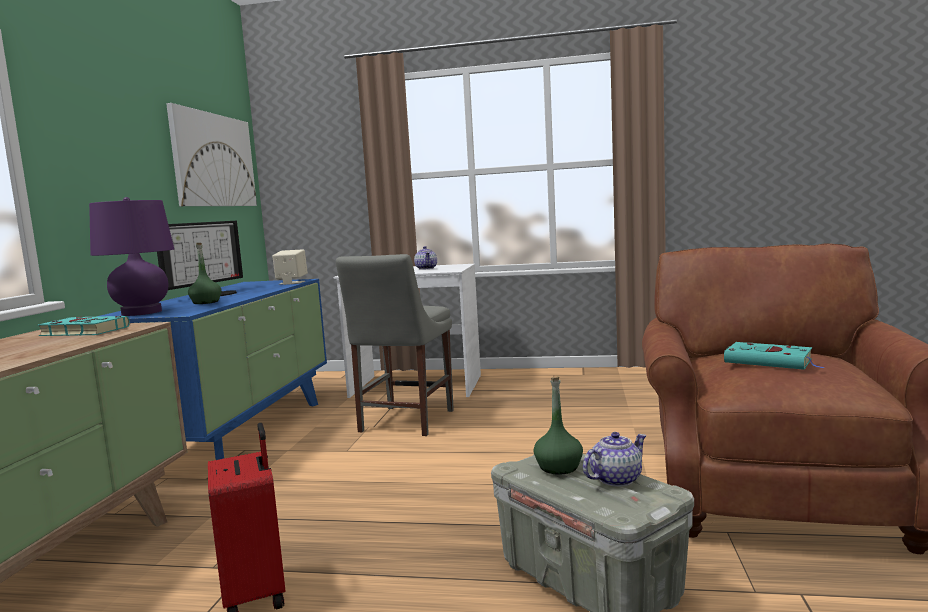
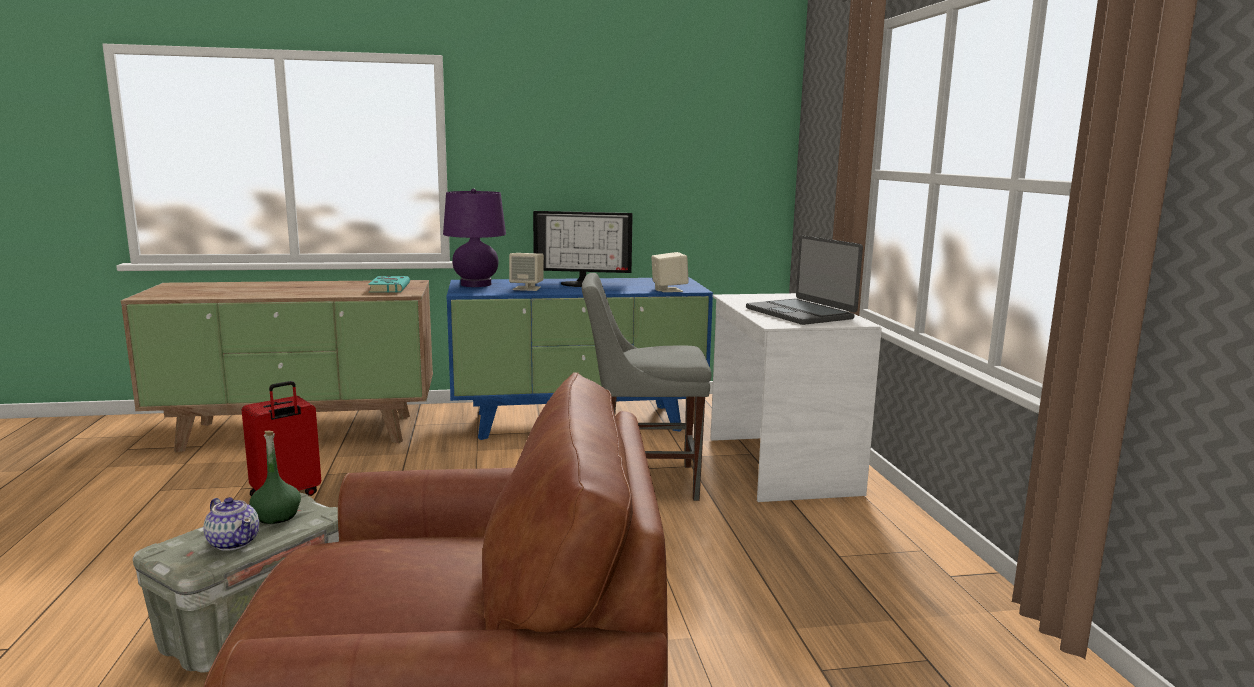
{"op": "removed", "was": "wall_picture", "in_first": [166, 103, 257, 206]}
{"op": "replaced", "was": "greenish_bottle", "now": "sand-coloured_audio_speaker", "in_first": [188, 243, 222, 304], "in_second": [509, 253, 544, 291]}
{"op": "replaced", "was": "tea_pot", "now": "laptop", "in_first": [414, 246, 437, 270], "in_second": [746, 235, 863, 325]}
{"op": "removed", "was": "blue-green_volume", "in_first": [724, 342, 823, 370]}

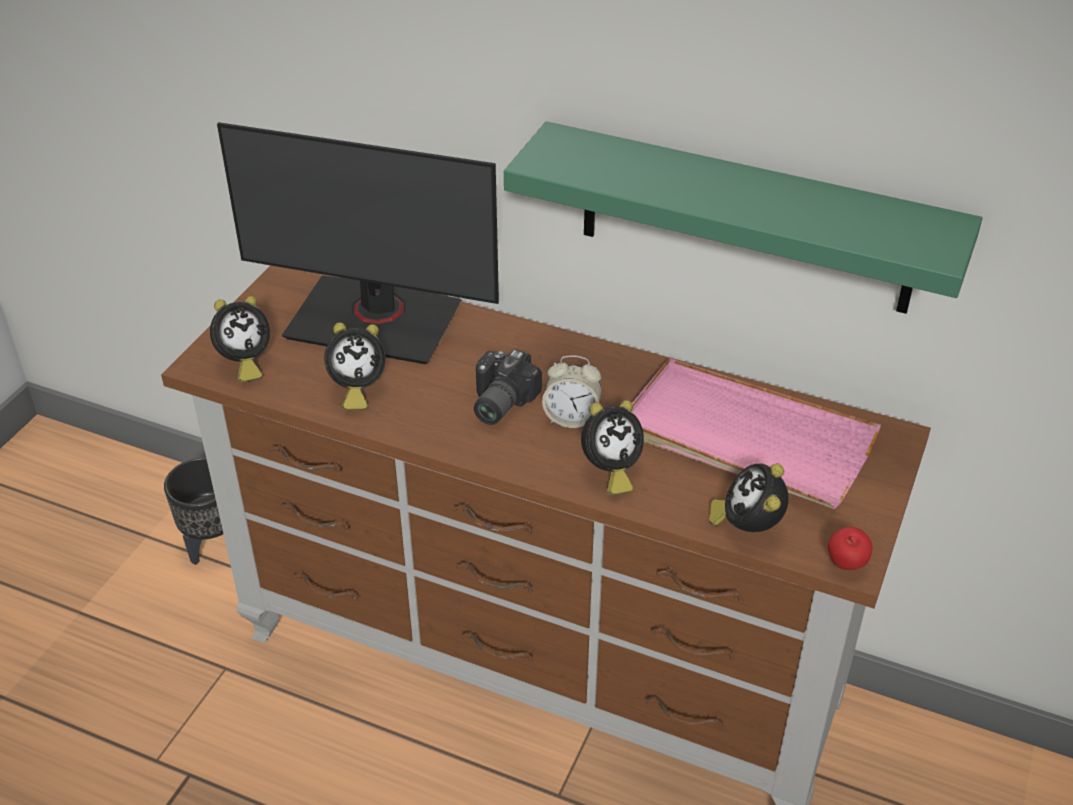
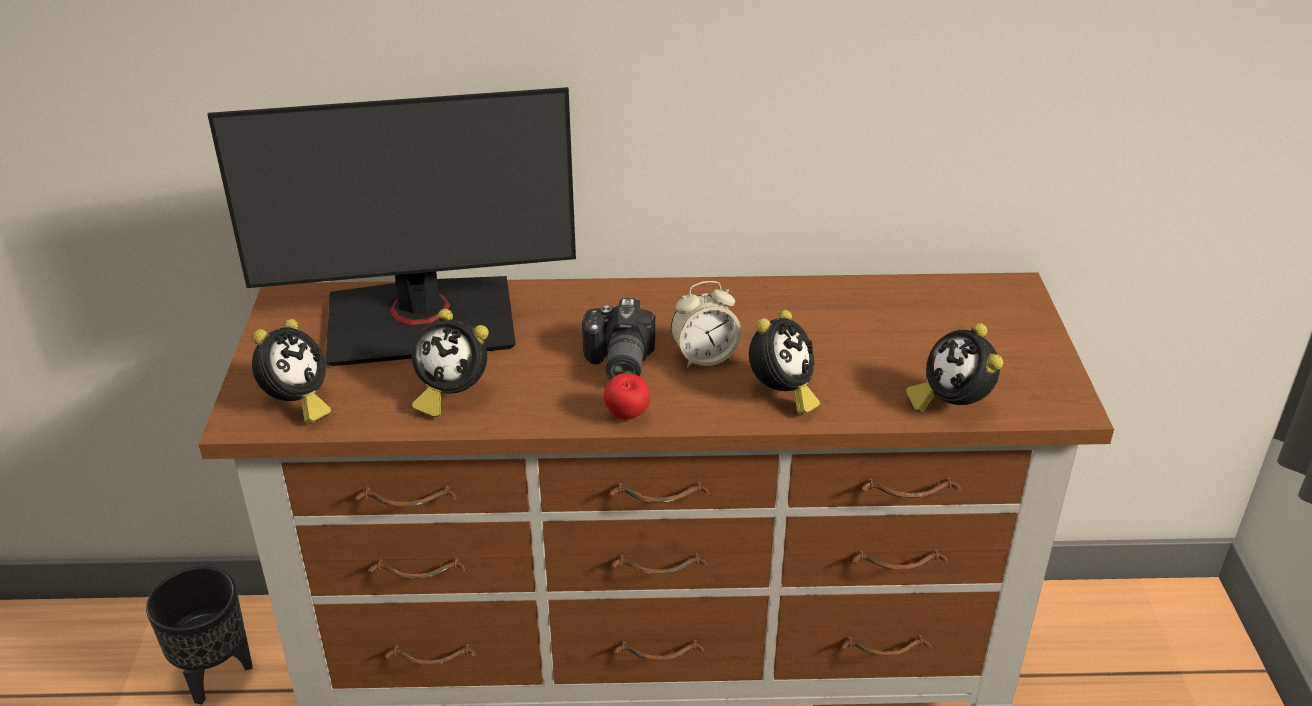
{"op": "removed", "was": "greenish_shelf", "in_first": [504, 121, 982, 314]}
{"op": "turned", "was": "alarm_clock", "in_first": [324, 322, 386, 410], "in_second": [412, 309, 489, 417], "clockwise": 60}
{"op": "removed", "was": "pinkish_carrying_tray", "in_first": [631, 358, 881, 509]}
{"op": "moved", "was": "apple", "in_first": [828, 527, 872, 570], "in_second": [604, 373, 650, 420]}

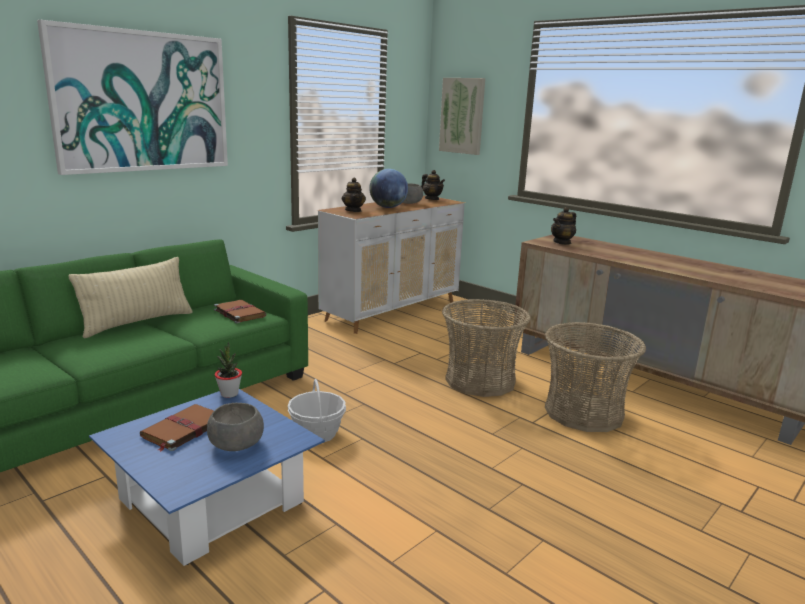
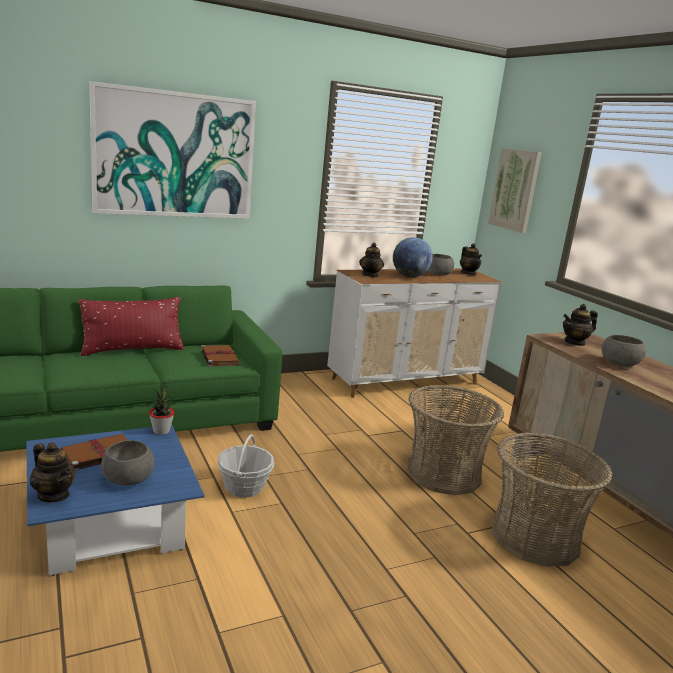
{"op": "recoloured", "was": "sand-coloured_cushion", "now": "red_cushion", "in_first": [69, 257, 193, 338], "in_second": [78, 297, 184, 356]}
{"op": "added", "now": "gray_bowl", "in_second": [602, 335, 646, 367]}
{"op": "added", "now": "tea_pot", "in_second": [30, 443, 75, 502]}

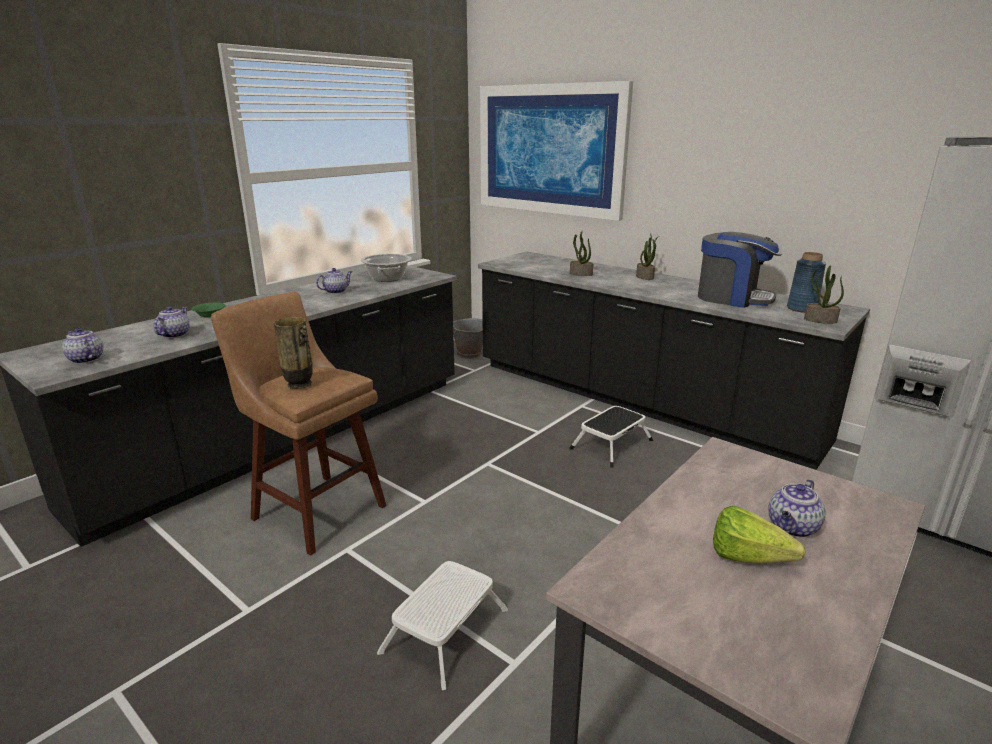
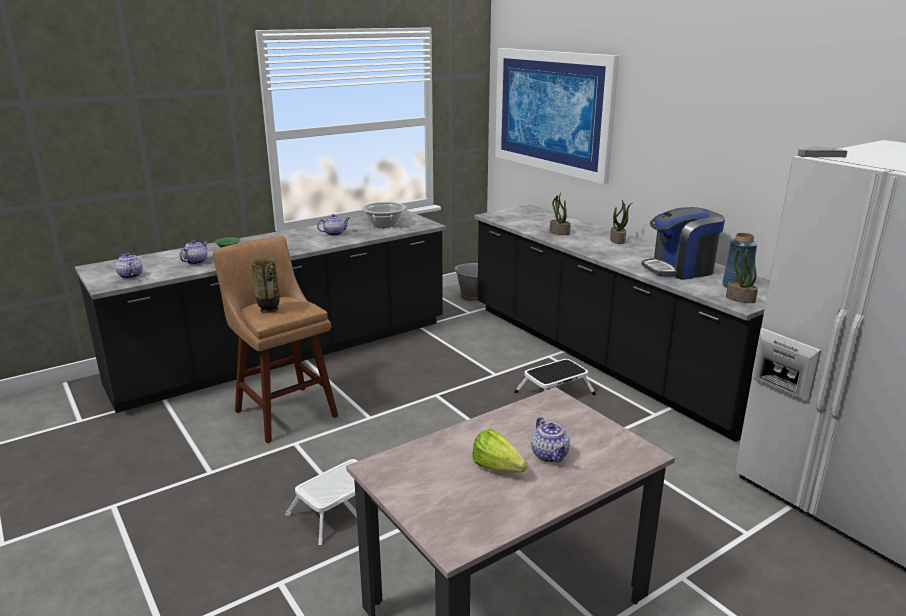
{"op": "turned", "was": "coffee_machine", "in_first": [698, 232, 782, 308], "in_second": [641, 207, 725, 280], "clockwise": 120}
{"op": "turned", "was": "tea_pot", "in_first": [768, 479, 825, 537], "in_second": [531, 417, 570, 463], "clockwise": -75}

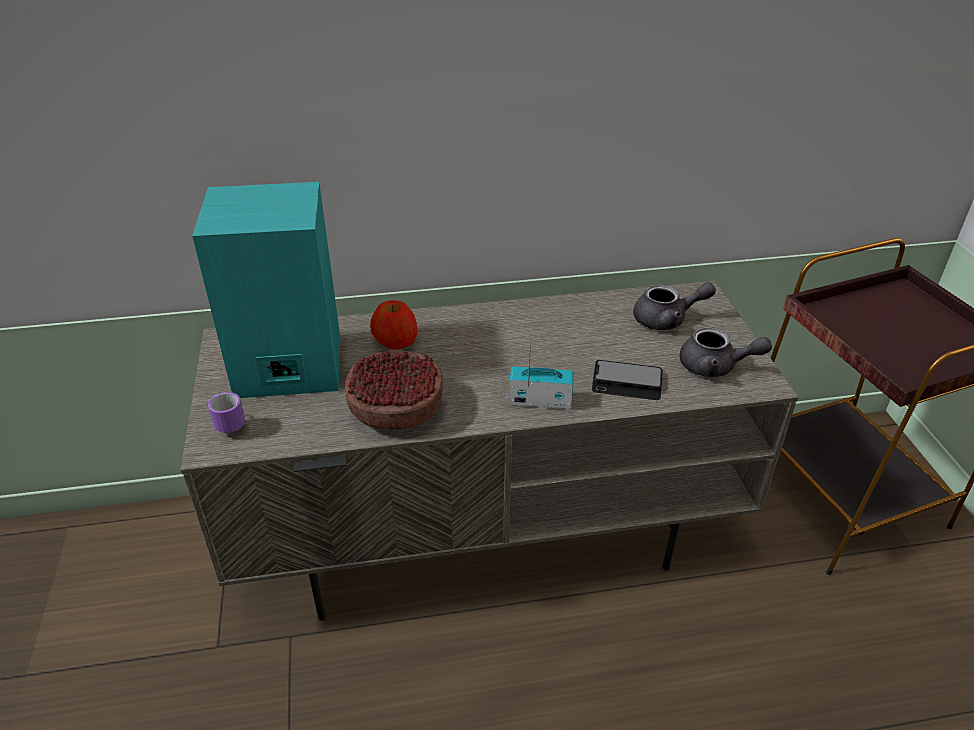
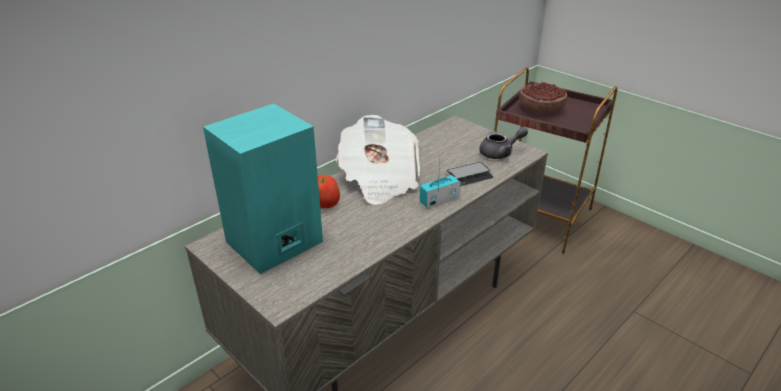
{"op": "removed", "was": "gray_tea_pot", "in_first": [633, 282, 716, 330]}
{"op": "moved", "was": "bowl", "in_first": [345, 351, 443, 430], "in_second": [519, 82, 568, 114]}
{"op": "removed", "was": "coffee_mug", "in_first": [207, 392, 245, 433]}
{"op": "added", "now": "printed_paper", "in_second": [336, 115, 420, 205]}

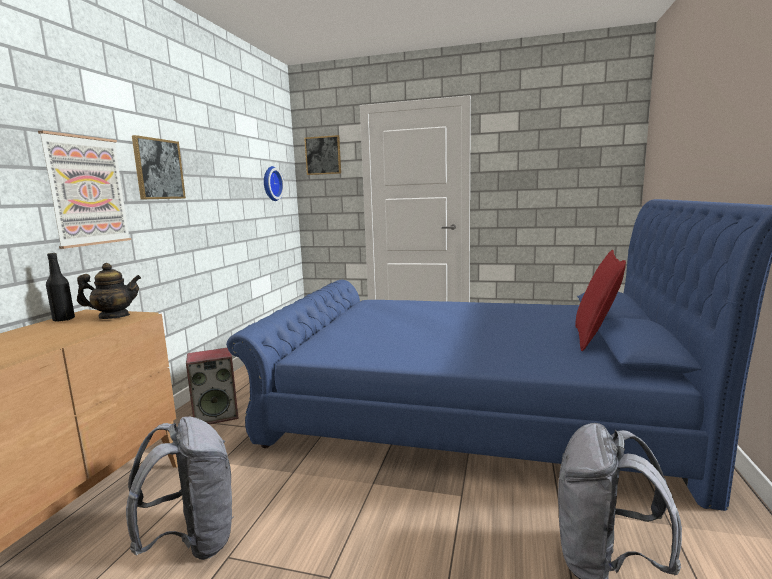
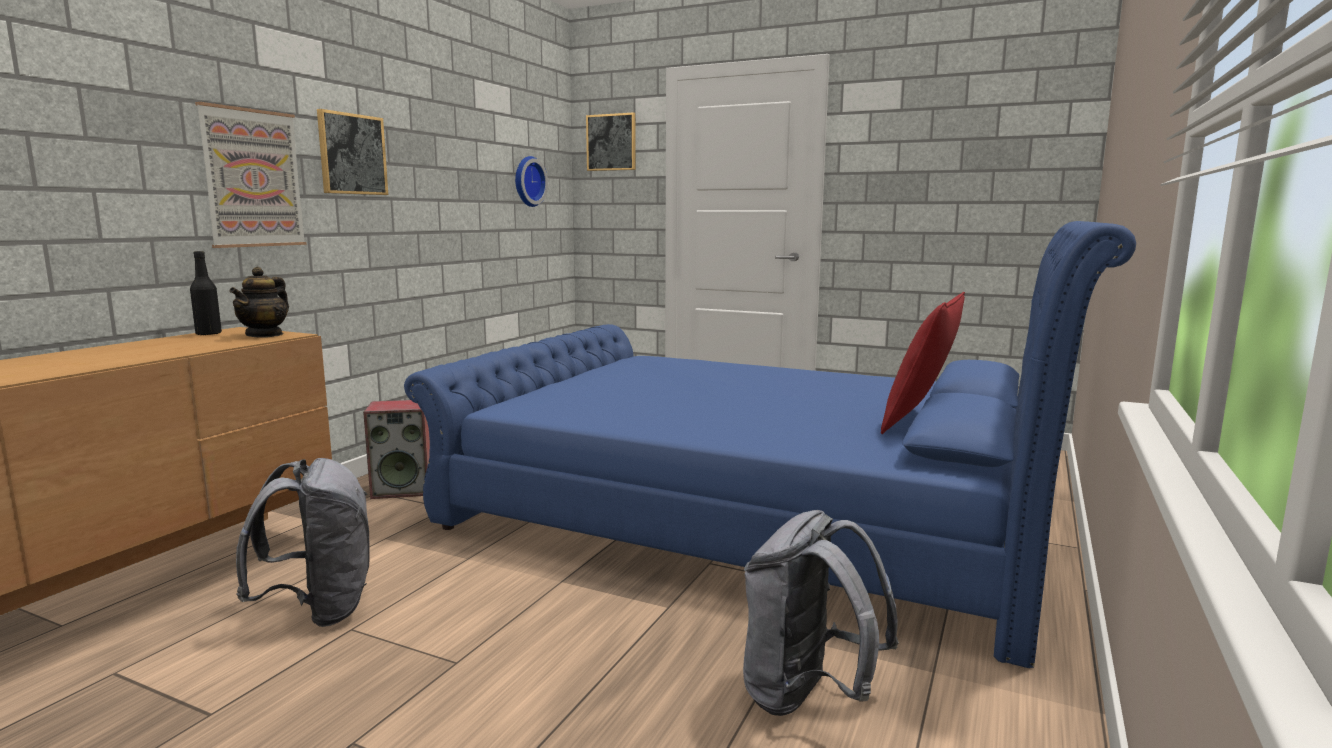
{"op": "turned", "was": "tea_pot", "in_first": [77, 263, 141, 319], "in_second": [230, 267, 289, 337], "clockwise": 105}

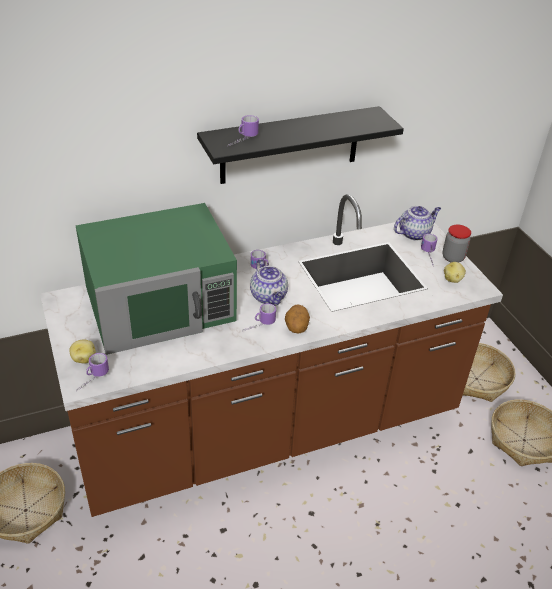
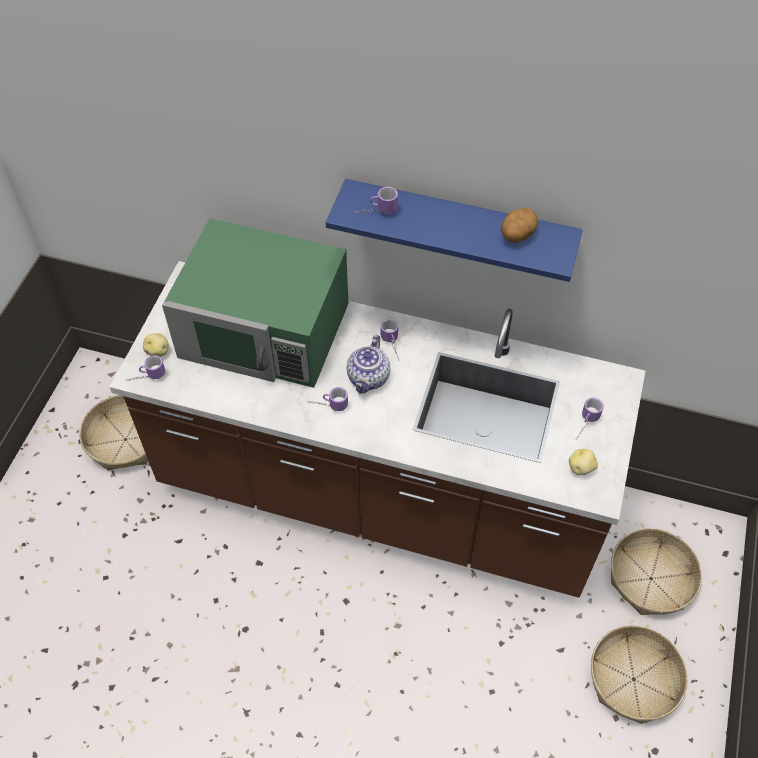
{"op": "recoloured", "was": "black_shelf", "now": "bluish_shelf", "in_first": [197, 106, 404, 184], "in_second": [326, 179, 583, 282]}
{"op": "removed", "was": "tea_pot", "in_first": [394, 206, 441, 241]}
{"op": "removed", "was": "preserve_jar", "in_first": [442, 225, 471, 263]}
{"op": "moved", "was": "whole_potato", "in_first": [285, 304, 310, 334], "in_second": [501, 208, 538, 243]}

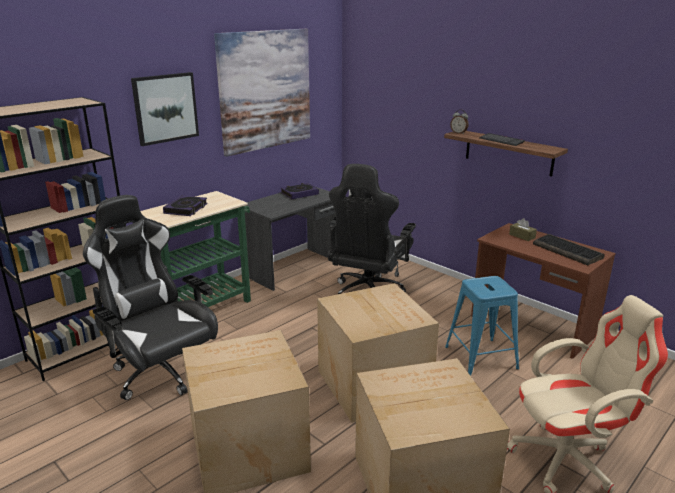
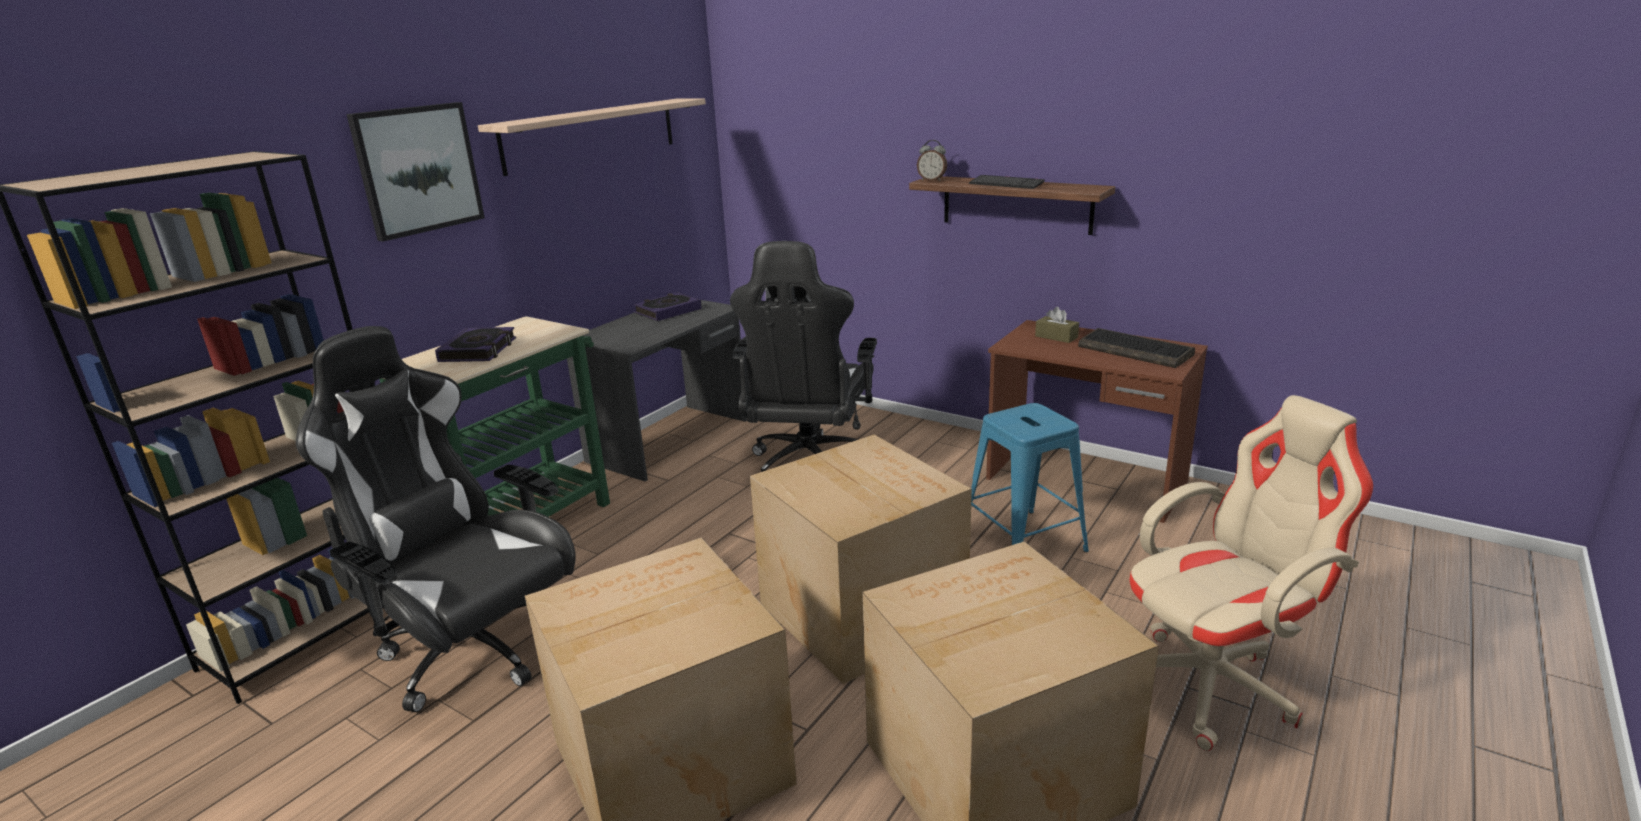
{"op": "replaced", "was": "wall_picture", "now": "shelf", "in_first": [214, 29, 310, 157], "in_second": [478, 98, 706, 176]}

